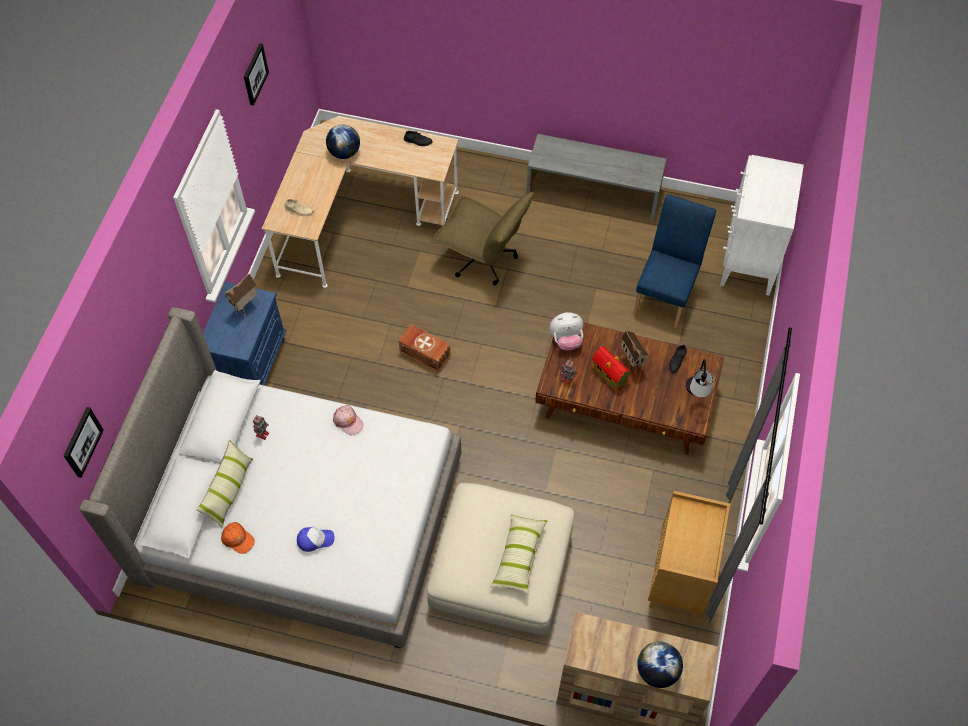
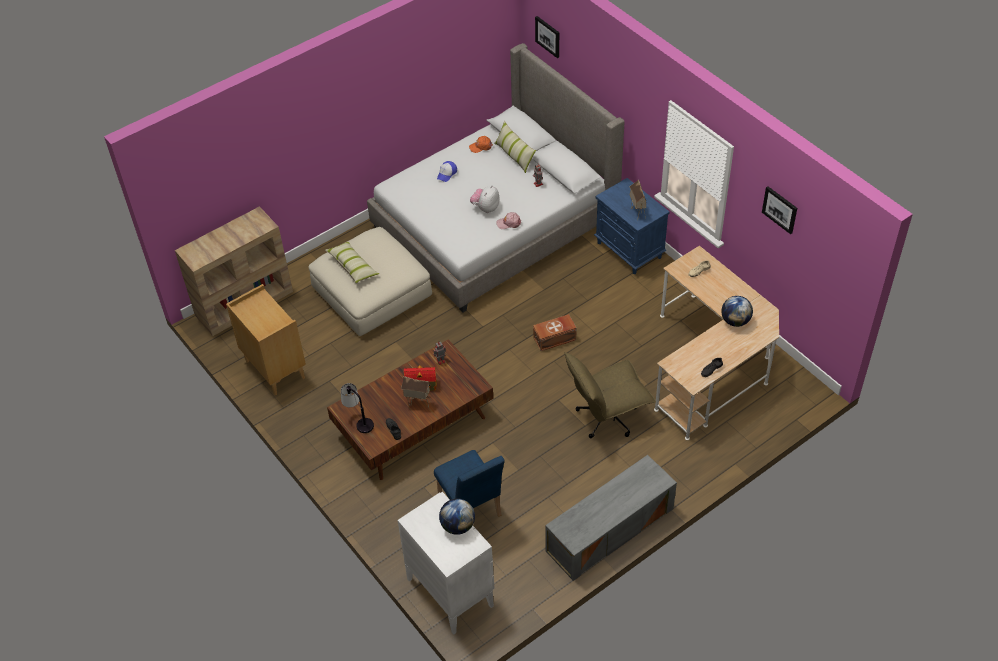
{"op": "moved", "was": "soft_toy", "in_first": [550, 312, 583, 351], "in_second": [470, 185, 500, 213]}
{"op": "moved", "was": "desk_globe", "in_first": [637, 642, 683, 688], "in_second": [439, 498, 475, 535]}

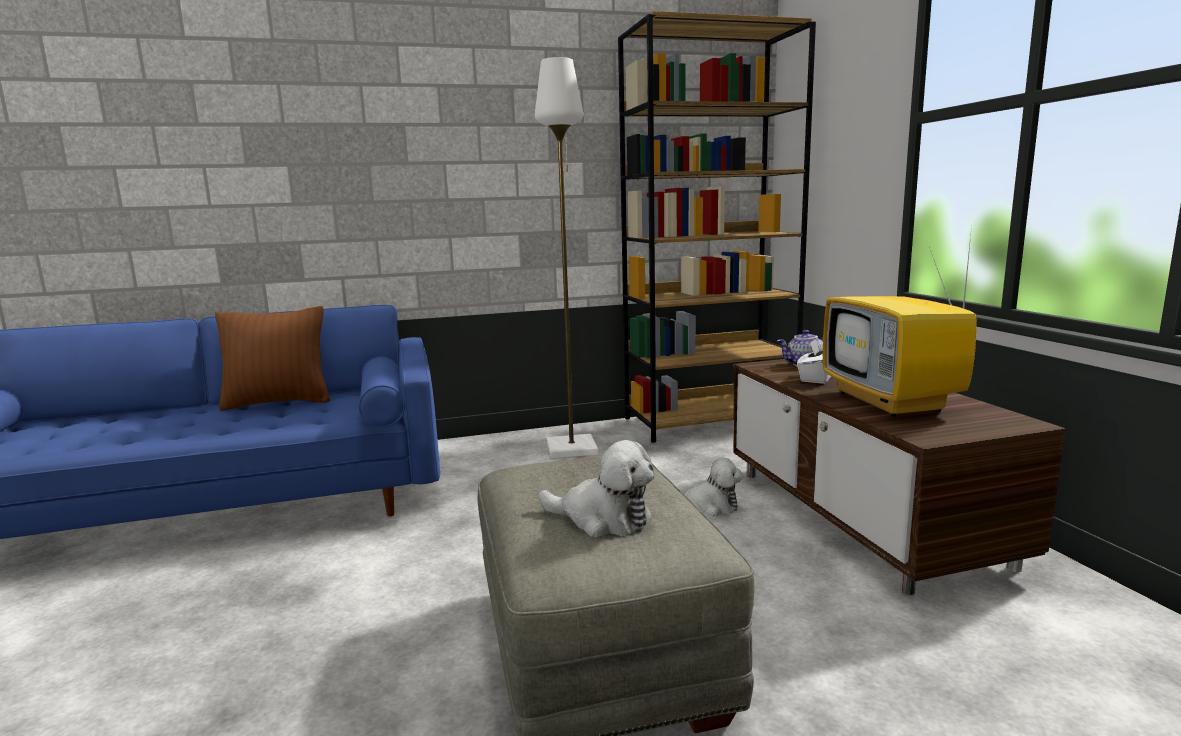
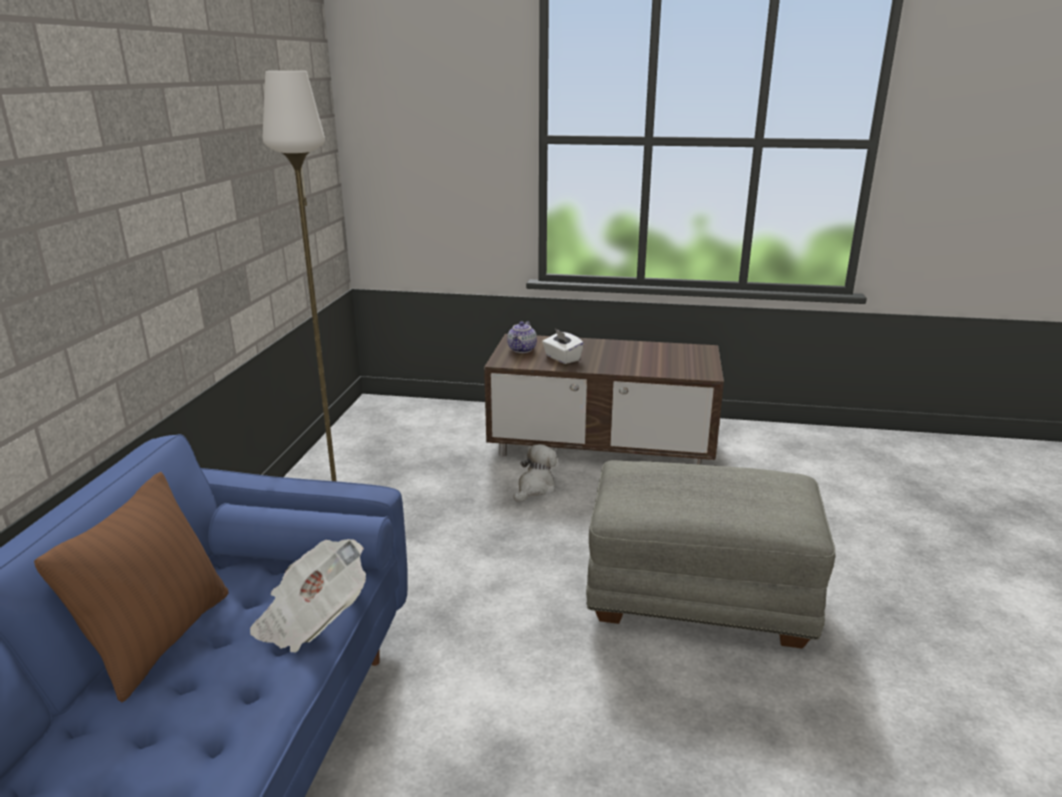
{"op": "removed", "was": "brown_bookcase", "in_first": [618, 11, 816, 443]}
{"op": "removed", "was": "TV", "in_first": [823, 227, 977, 417]}
{"op": "removed", "was": "soft_toy", "in_first": [538, 440, 654, 537]}
{"op": "added", "now": "printed_paper", "in_second": [250, 539, 366, 653]}

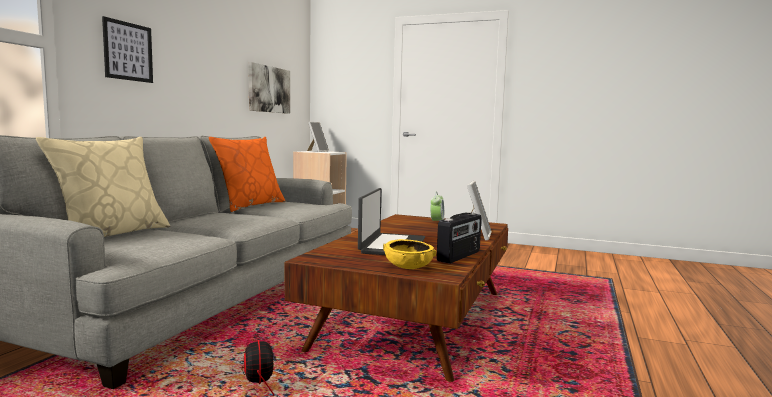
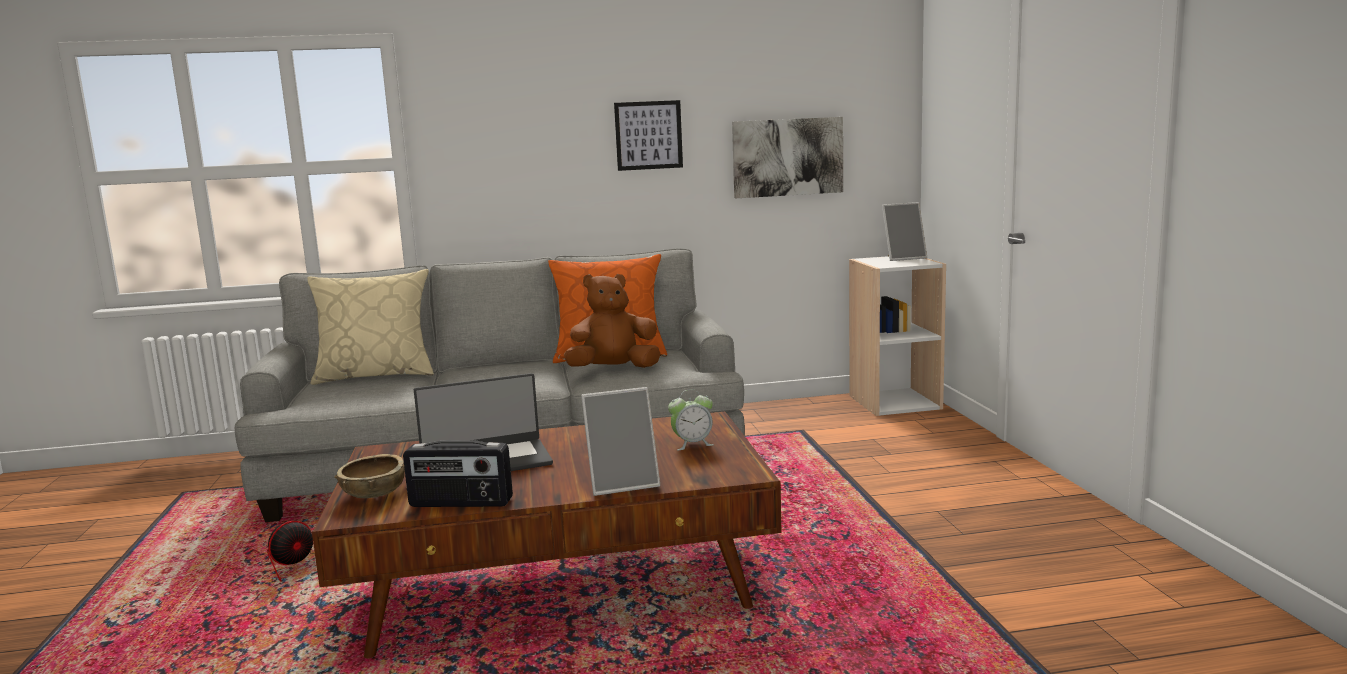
{"op": "moved", "was": "wall_picture", "in_first": [102, 16, 153, 83], "in_second": [614, 100, 683, 171]}
{"op": "recoloured", "was": "yellowish_bowl", "now": "brown_bowl", "in_first": [383, 239, 436, 269], "in_second": [334, 454, 405, 498]}
{"op": "added", "now": "brown_soft_toy", "in_second": [564, 274, 661, 368]}

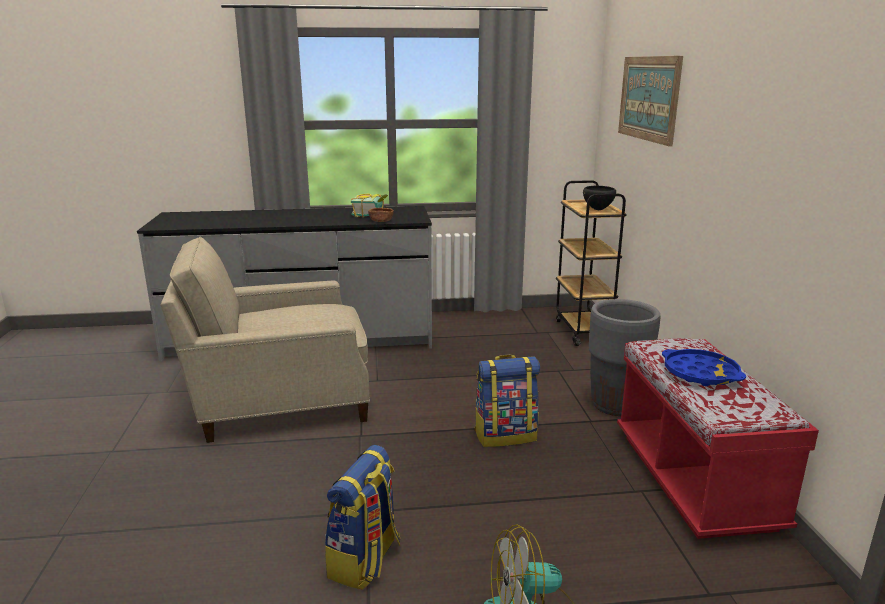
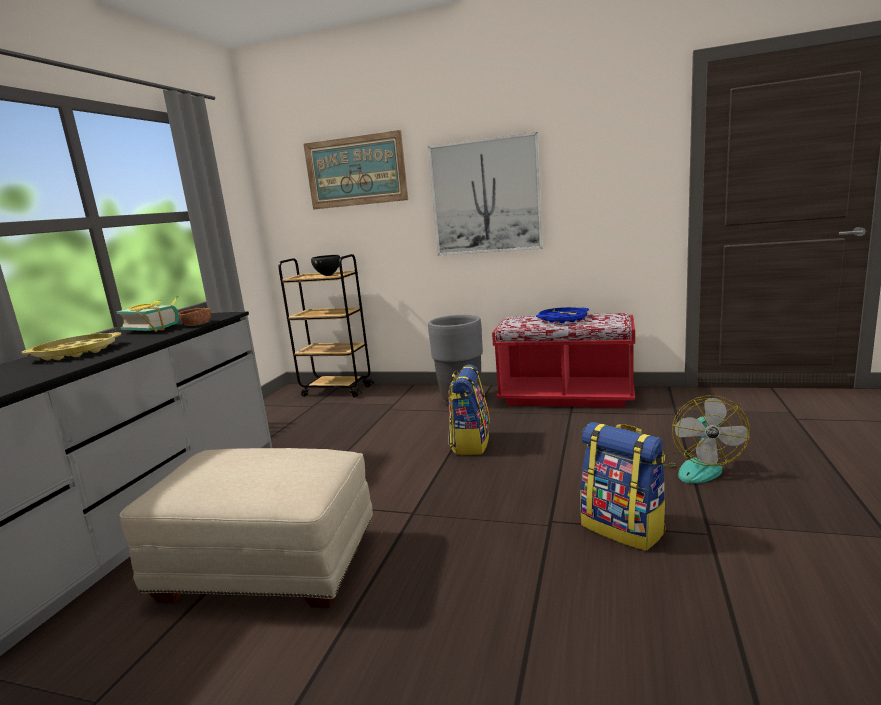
{"op": "replaced", "was": "sand-coloured_armchair", "now": "sand-coloured_pouffe", "in_first": [160, 237, 370, 443], "in_second": [119, 448, 373, 608]}
{"op": "added", "now": "wall_picture", "in_second": [428, 132, 543, 256]}
{"op": "added", "now": "yellowish_carrying_tray", "in_second": [22, 332, 121, 360]}

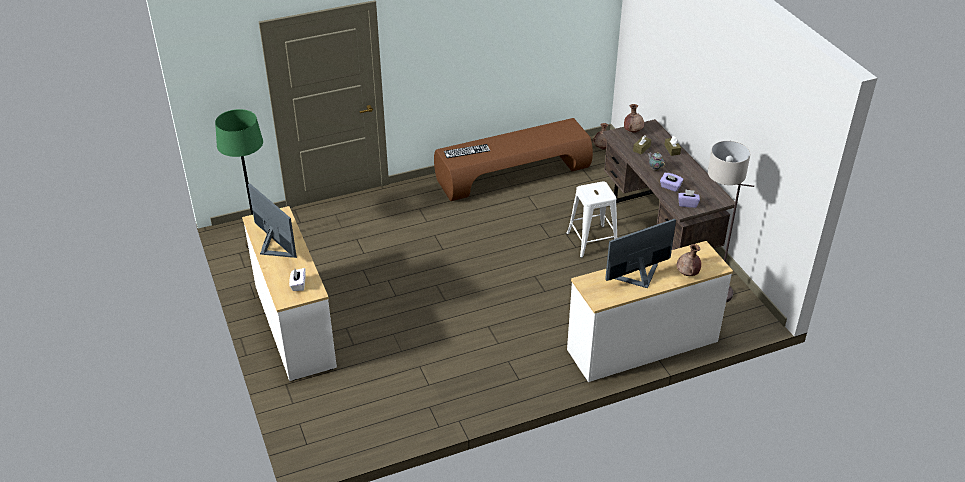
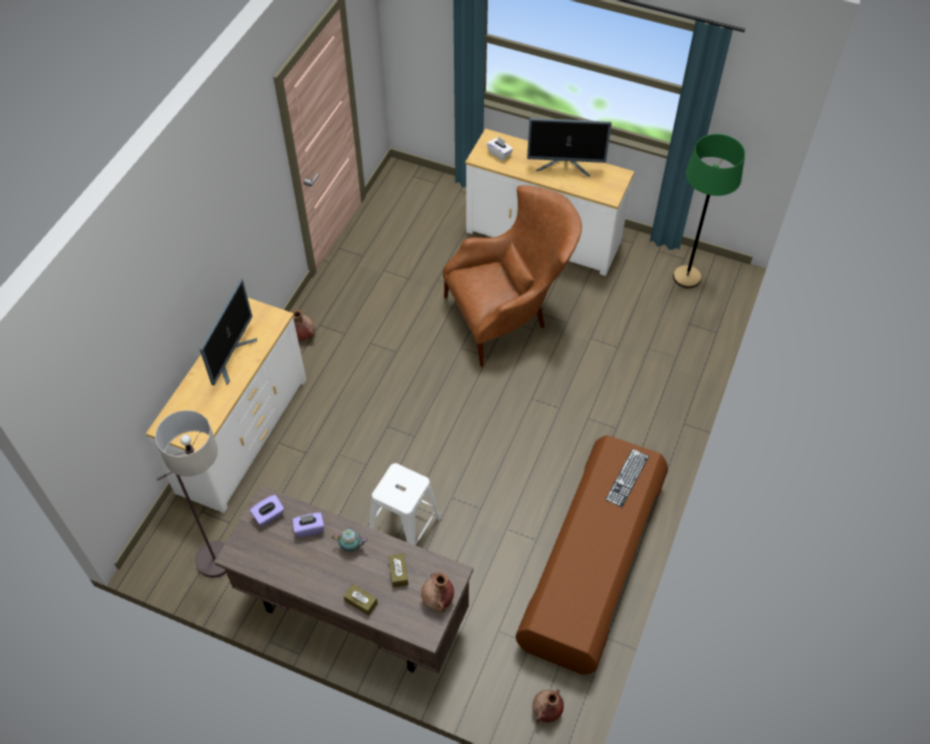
{"op": "moved", "was": "brown_decorative_vase", "in_first": [677, 244, 701, 276], "in_second": [293, 310, 315, 340]}
{"op": "added", "now": "brown_armchair", "in_second": [443, 185, 582, 367]}

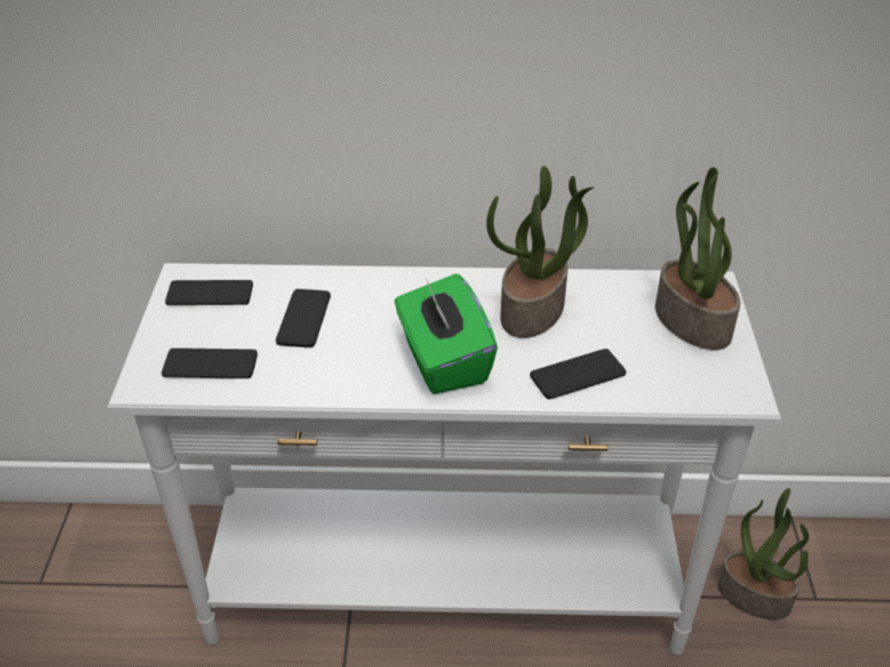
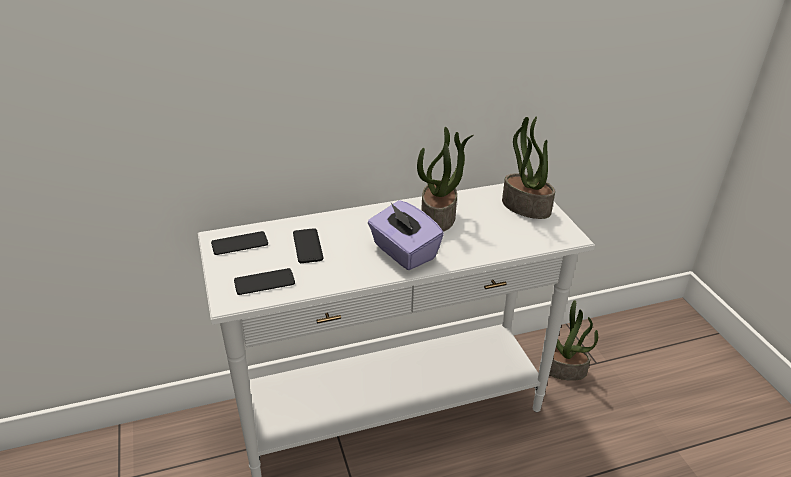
{"op": "recoloured", "was": "greenish_tissue_box", "now": "purple-coloured_tissue_box", "in_first": [394, 274, 498, 394], "in_second": [368, 200, 444, 270]}
{"op": "removed", "was": "handset", "in_first": [530, 349, 626, 399]}

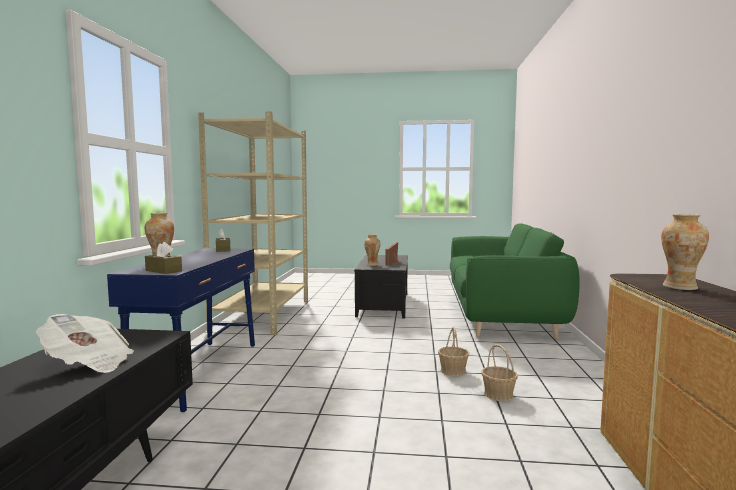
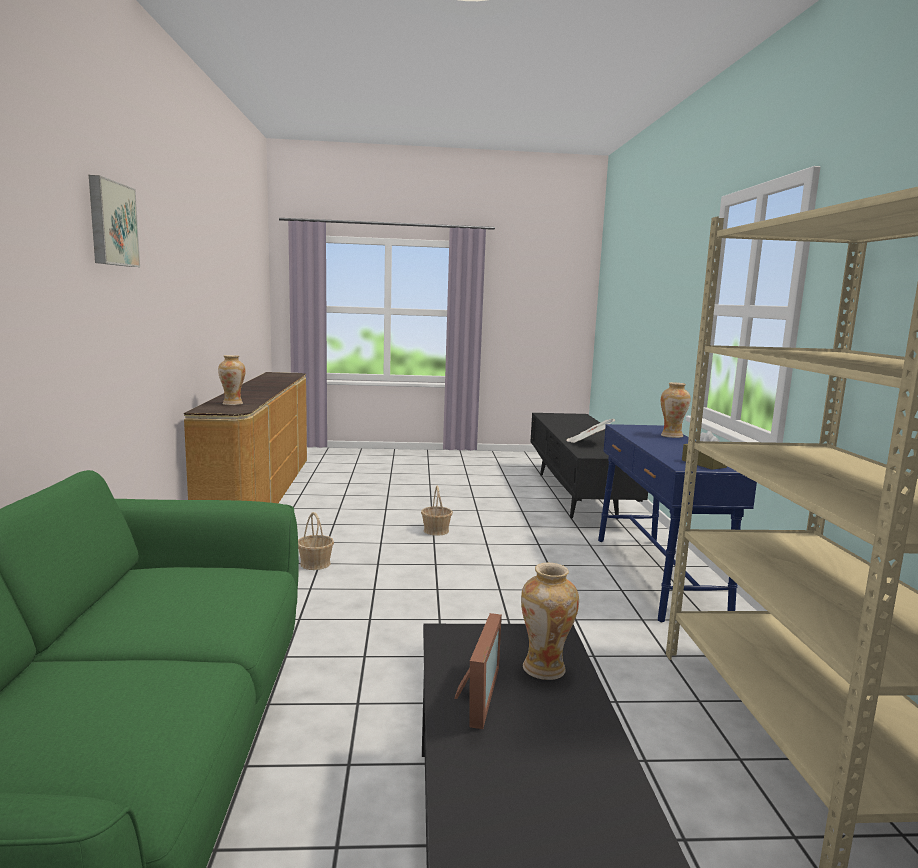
{"op": "removed", "was": "brown_tissue_box", "in_first": [145, 242, 182, 274]}
{"op": "moved", "was": "storage_basket", "in_first": [438, 327, 469, 376], "in_second": [421, 486, 453, 536]}
{"op": "added", "now": "wall_picture", "in_second": [89, 175, 140, 267]}

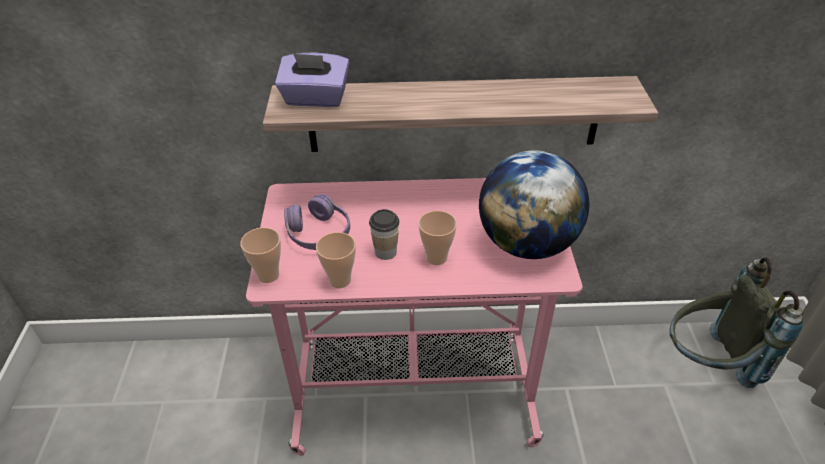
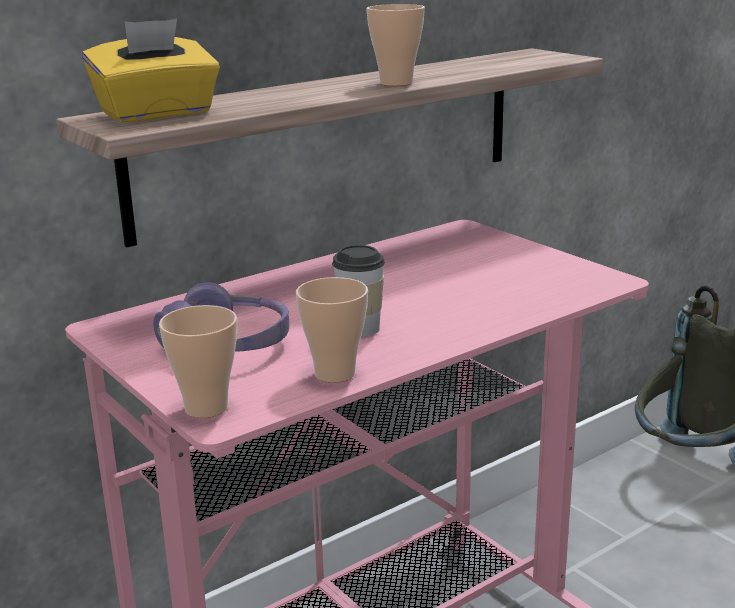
{"op": "recoloured", "was": "purple-coloured_tissue_box", "now": "yellowish_tissue_box", "in_first": [275, 53, 349, 107], "in_second": [83, 19, 220, 122]}
{"op": "removed", "was": "desk_globe", "in_first": [479, 150, 589, 259]}
{"op": "moved", "was": "drinking_cup", "in_first": [418, 211, 457, 265], "in_second": [366, 4, 425, 86]}

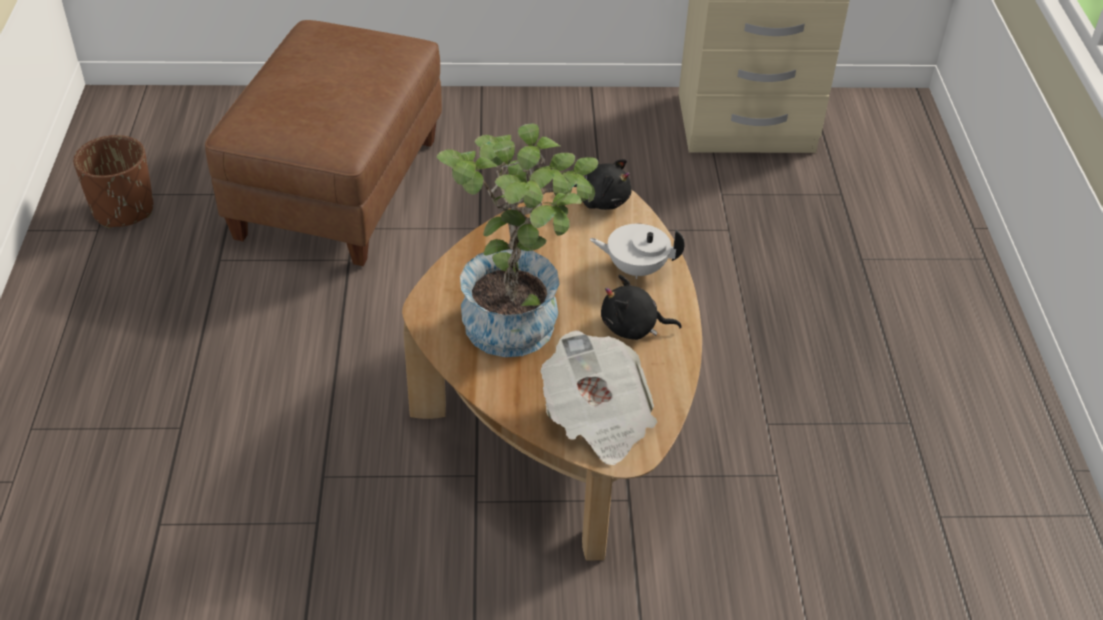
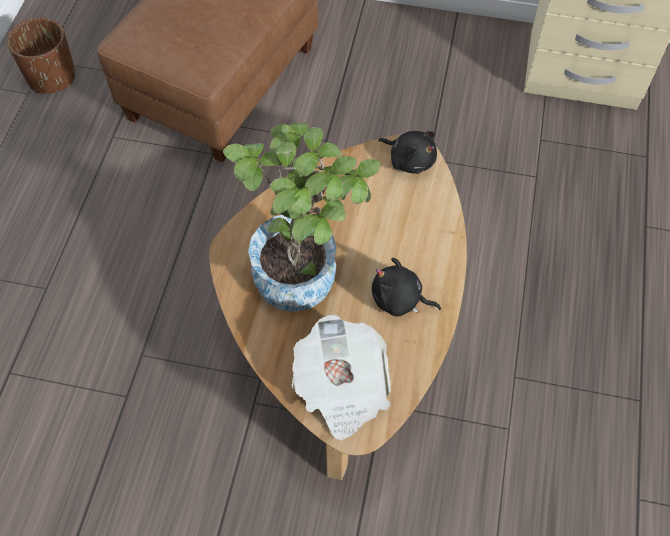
{"op": "removed", "was": "white-coloured_tea_pot", "in_first": [590, 224, 685, 279]}

